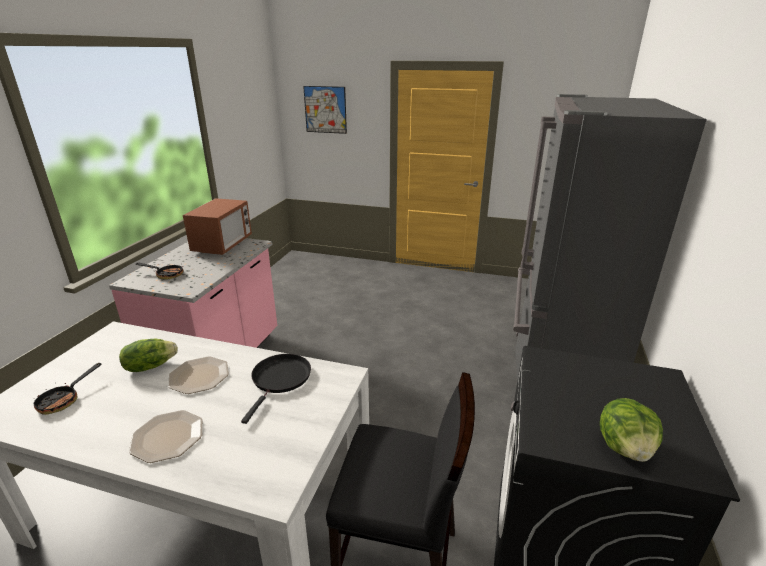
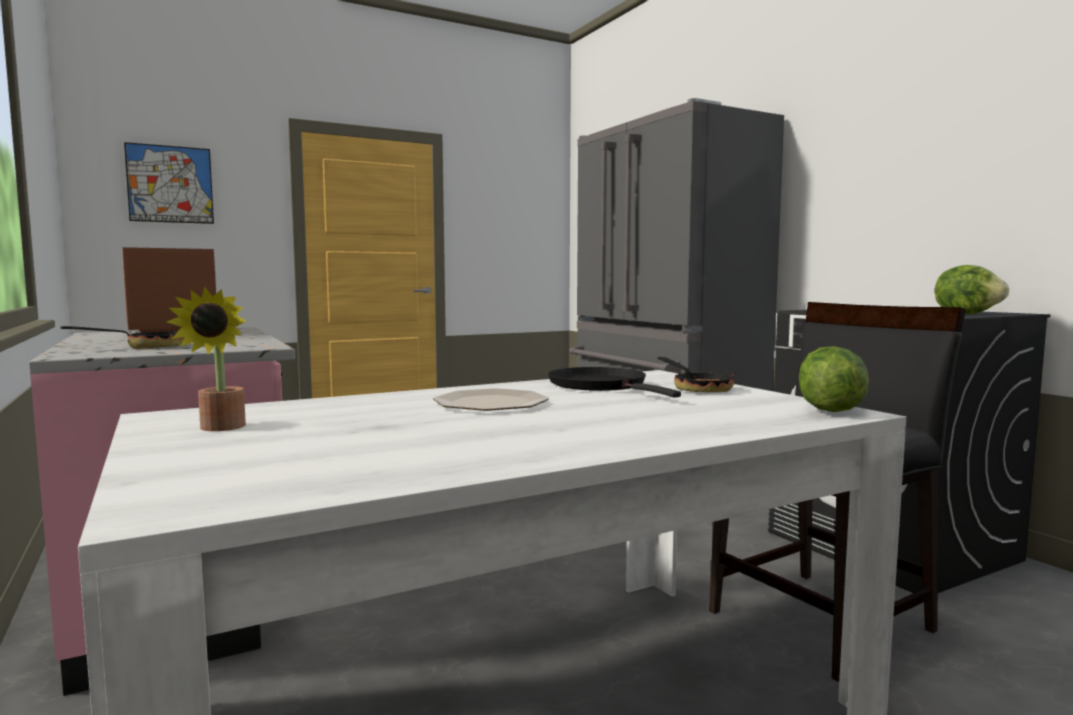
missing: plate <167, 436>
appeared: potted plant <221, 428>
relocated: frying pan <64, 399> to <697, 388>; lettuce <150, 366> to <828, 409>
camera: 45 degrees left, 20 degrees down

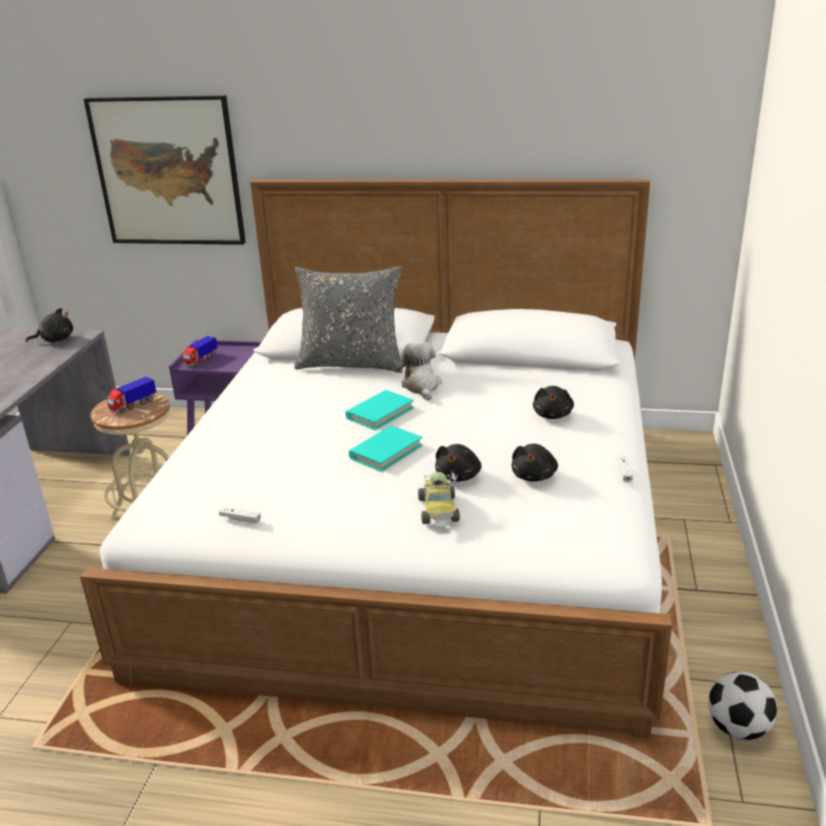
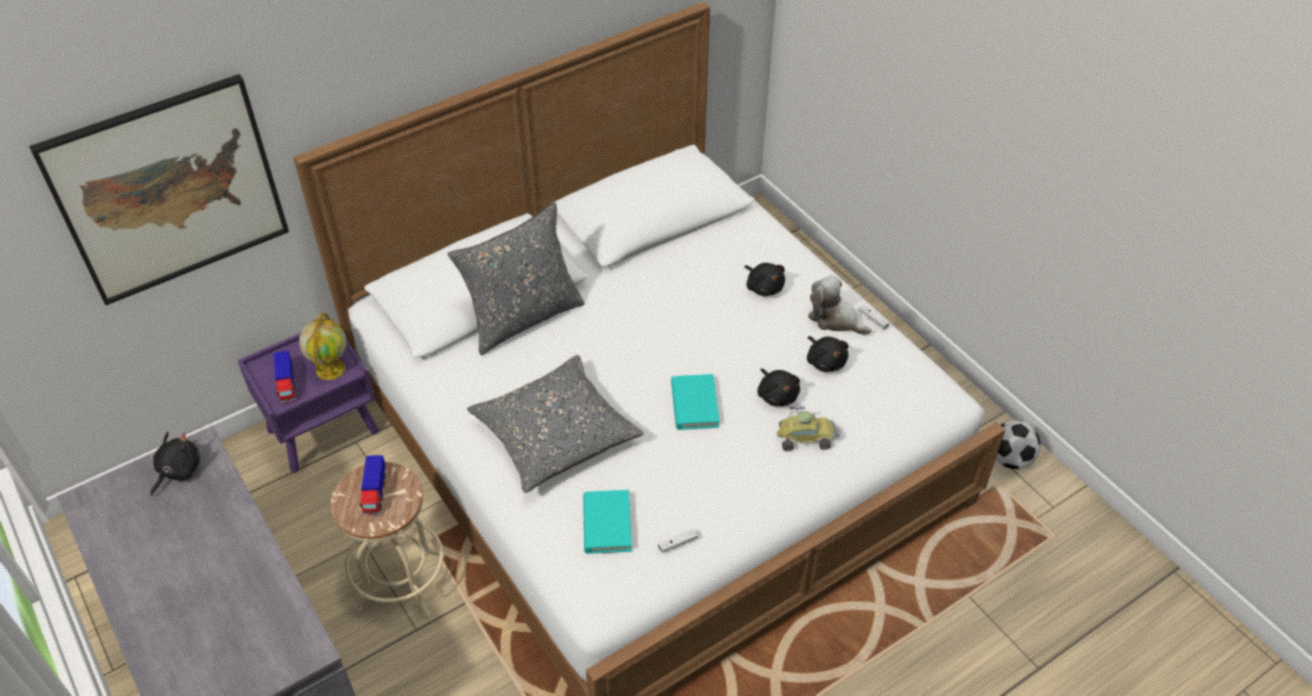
appeared: globe <330, 368>; grey pillow <554, 435>
relocated: turquoise book <380, 413> to <607, 524>; plush toy <421, 386> to <835, 319>
spun: toy car <440, 510> = <805, 437> 45 degrees counterclockwise
camera: 45 degrees left, 20 degrees up

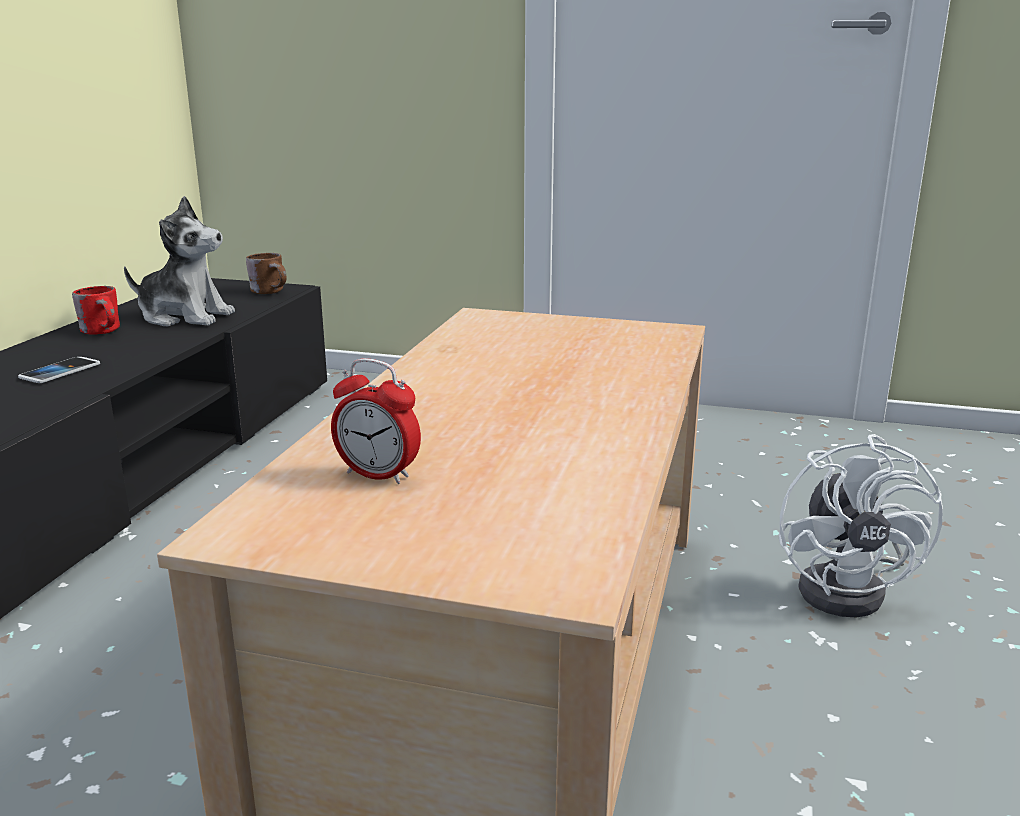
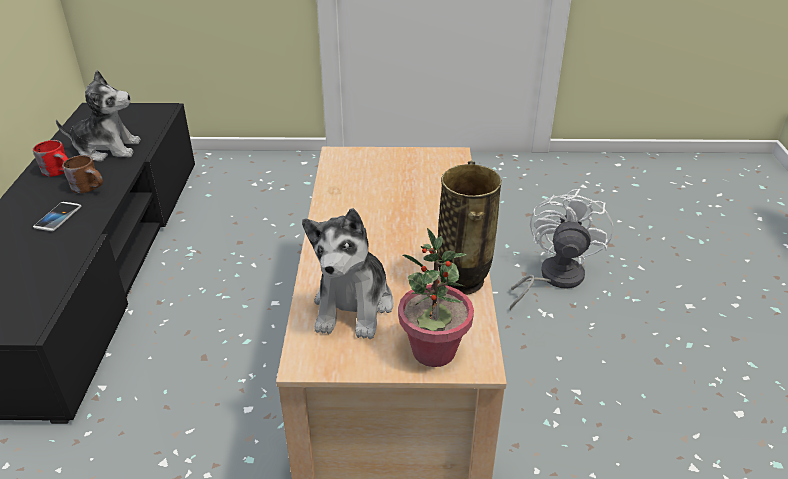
appeared: potted plant <433, 351>; vase <462, 281>
relocated: brown mug <273, 291> to <91, 187>
exchanged: alarm clock <378, 475> to plush toy <354, 306>
spun: white fan <851, 589> = <553, 278> 150 degrees counterclockwise
camera: 15 degrees left, 15 degrees up

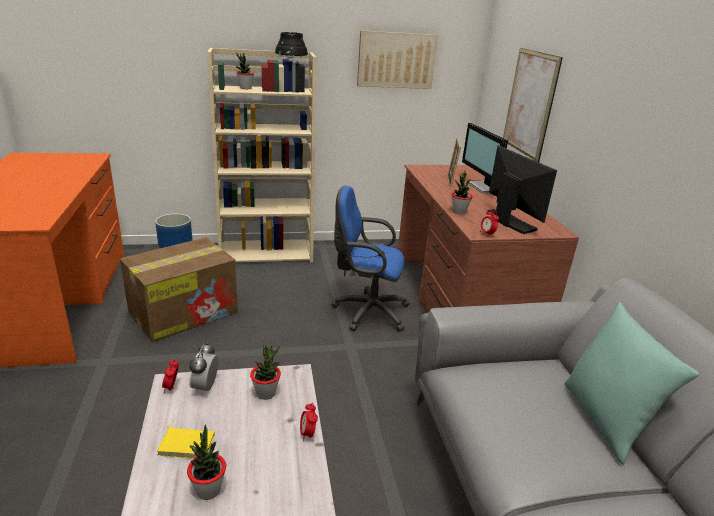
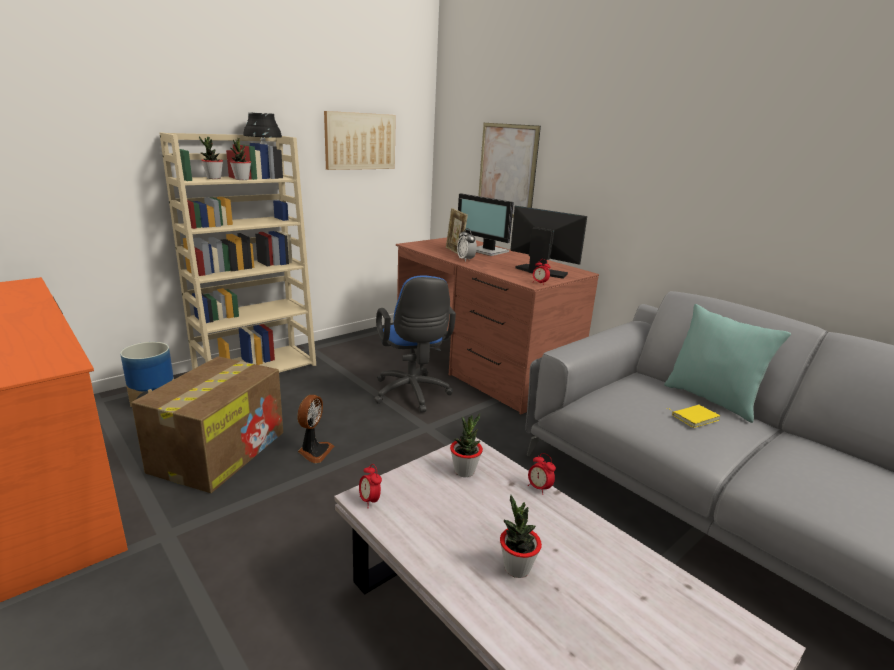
appeared: fan <314, 451>
relocated: potted plant <459, 212> to <242, 179>; alarm clock <205, 387> to <465, 259>; yellow book <187, 444> to <694, 417>
spun: blue office chair <367, 312> = <412, 395> 90 degrees counterclockwise
camera: 30 degrees left, 5 degrees down

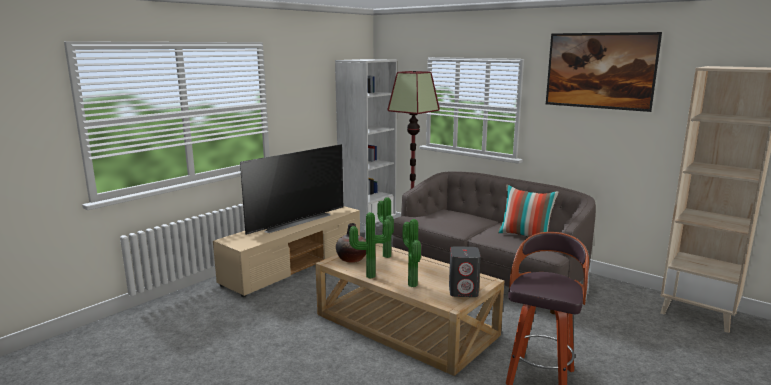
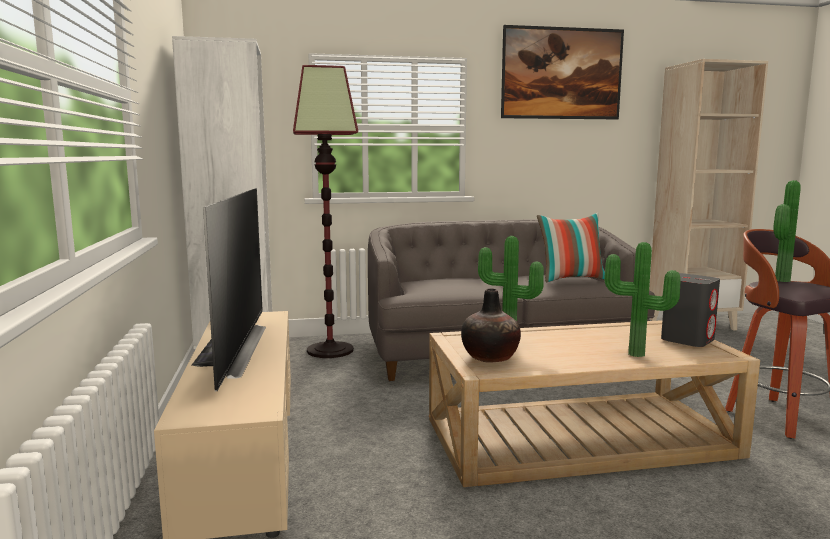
relocated: potted plant <370, 275> to <779, 280>
camera: 50 degrees left, 5 degrees down

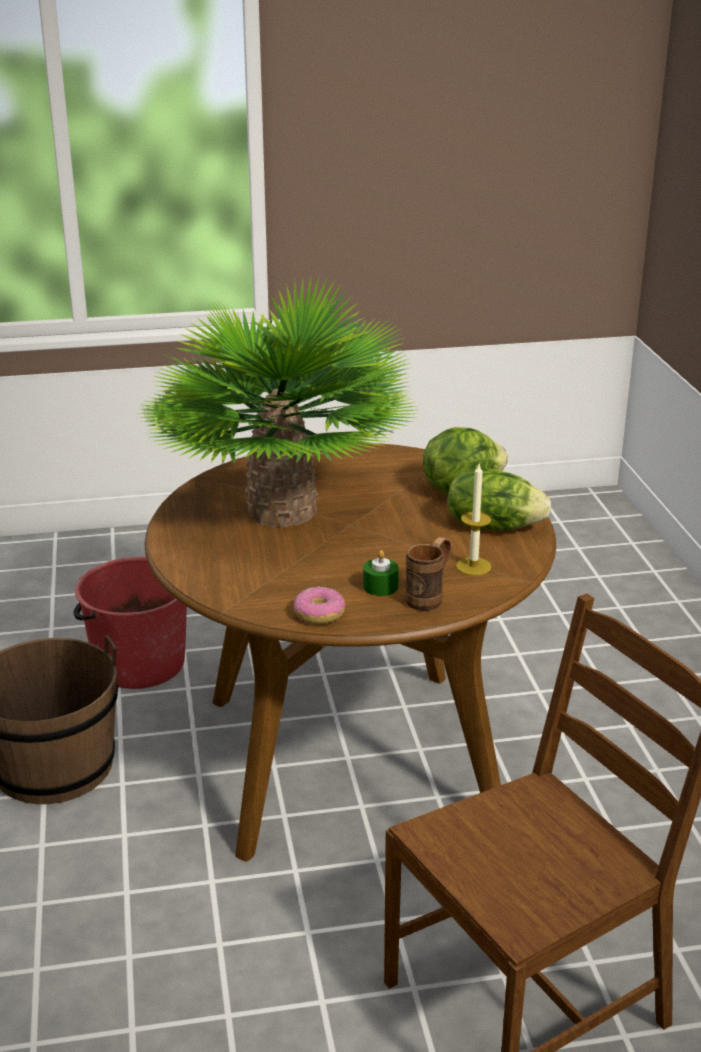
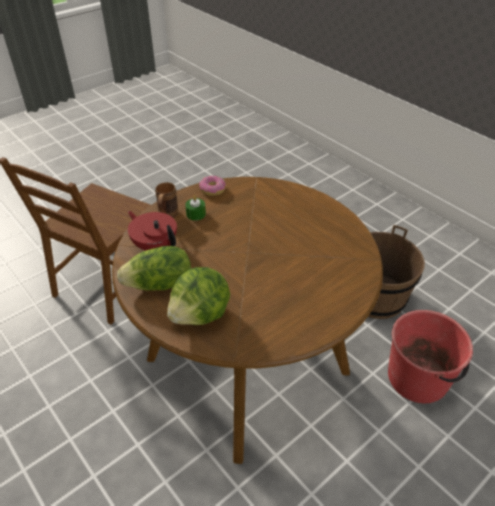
missing: potted plant <281, 510>
exchanged: candle <473, 566> to red teapot <155, 245>
camera: 150 degrees right, 15 degrees up

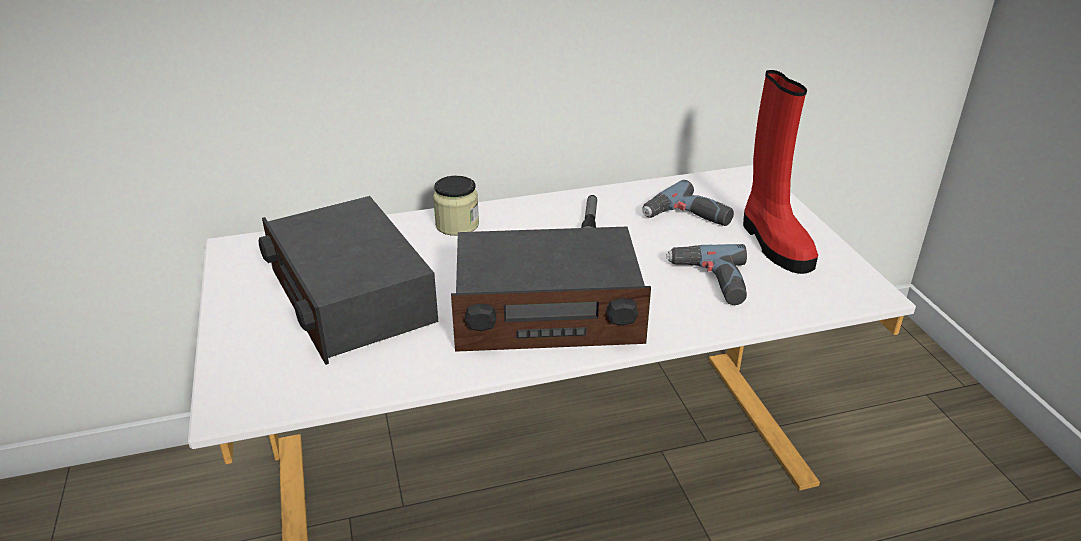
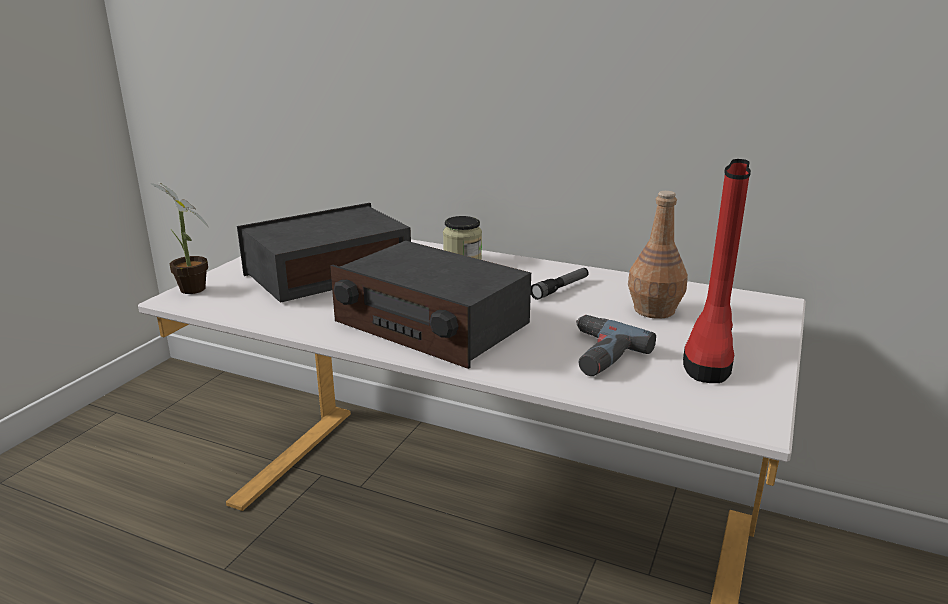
appeared: potted plant <192, 291>
exchanged: power drill <687, 218> to brown bottle <655, 310>
spun: radio <350, 297> = <328, 273> 45 degrees clockwise
camera: 40 degrees right, 10 degrees down

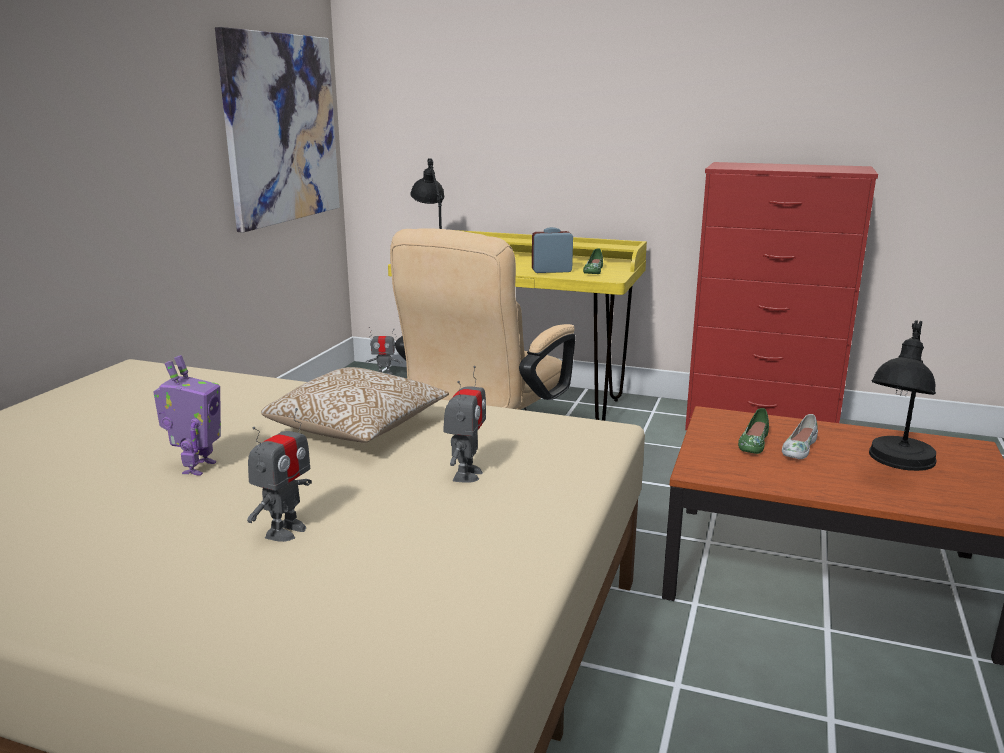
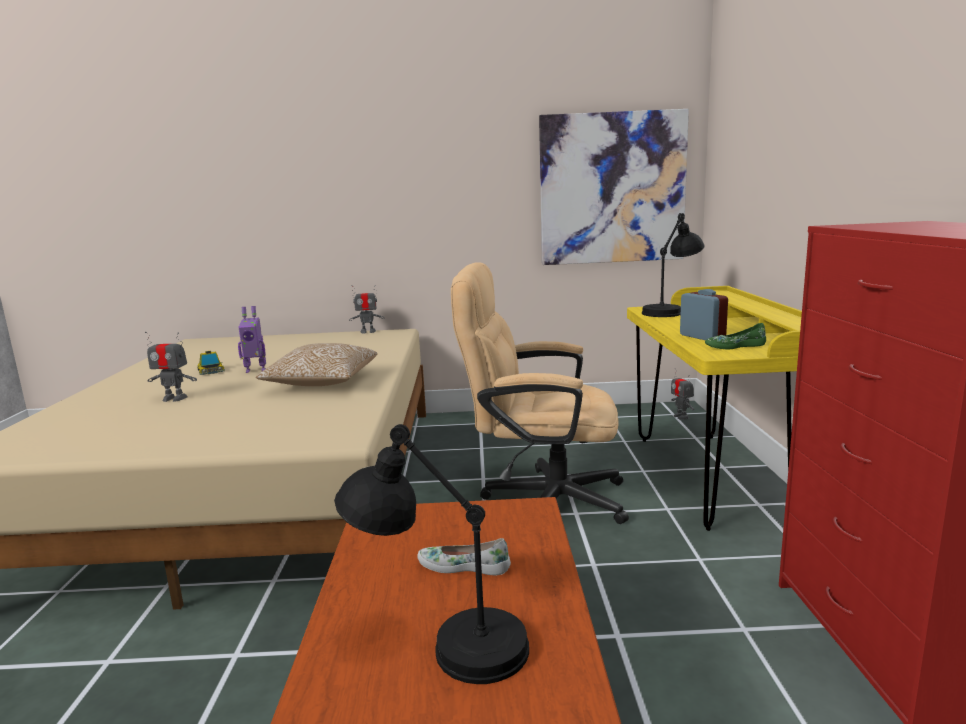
missing: green shoe <753, 443>
appeared: toy car <211, 370>
relocated: toy robot <466, 474> to <368, 332>
camera: 70 degrees right, 5 degrees down

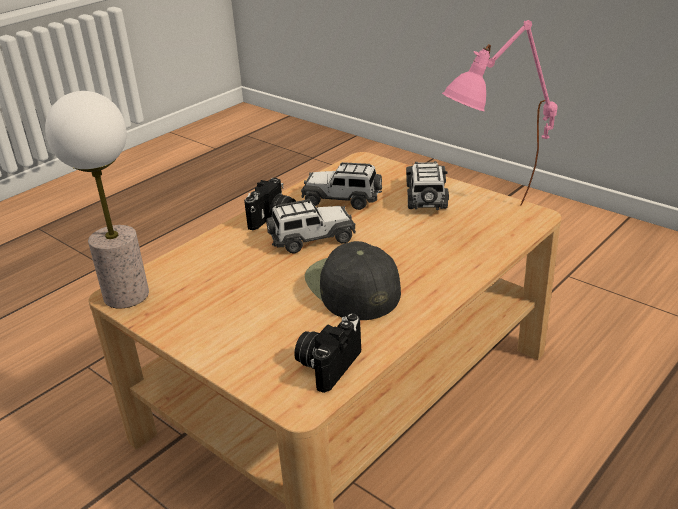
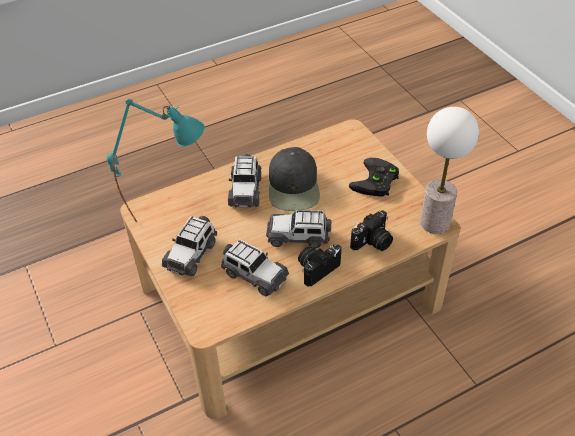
appeared: toy car <245, 190>; black game controller <376, 182>
relocated: photo camera <328, 364> to <373, 242>
colour: pink table lamp <495, 222> to turquoise table lamp <169, 211>
camera: 160 degrees left, 15 degrees up

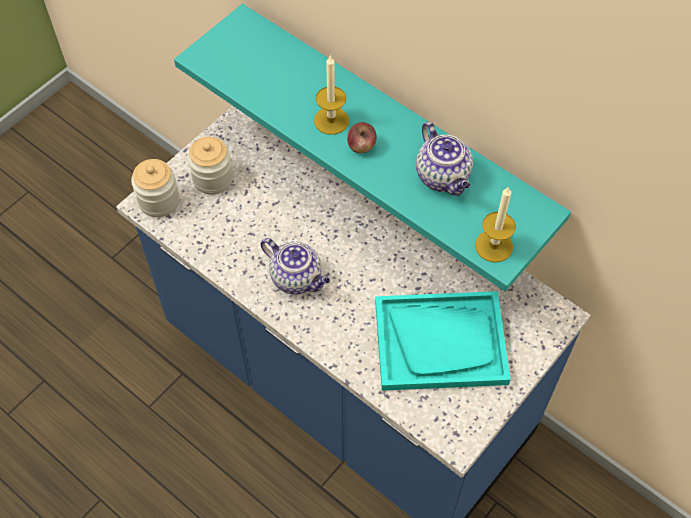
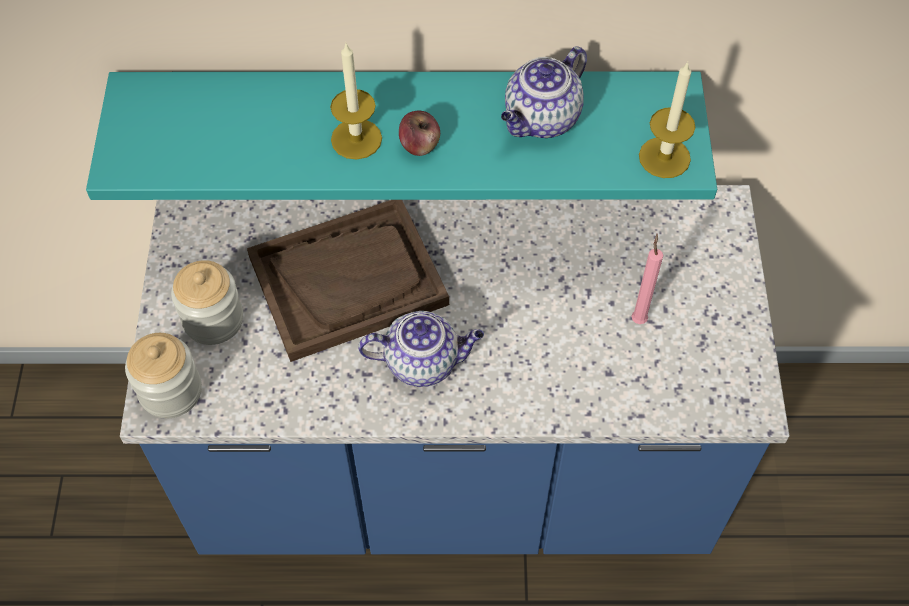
appeared: brown tray <348, 280>
exchanged: turquoise tray <440, 342> to pink candle <638, 318>
spun: teapot <443, 177> = <541, 120> 105 degrees clockwise
camera: 40 degrees left, 0 degrees up

